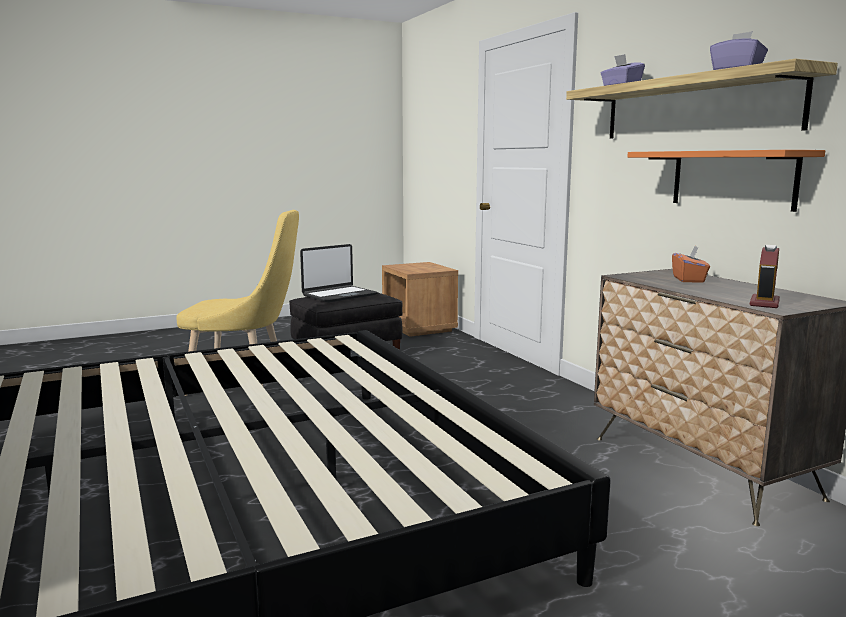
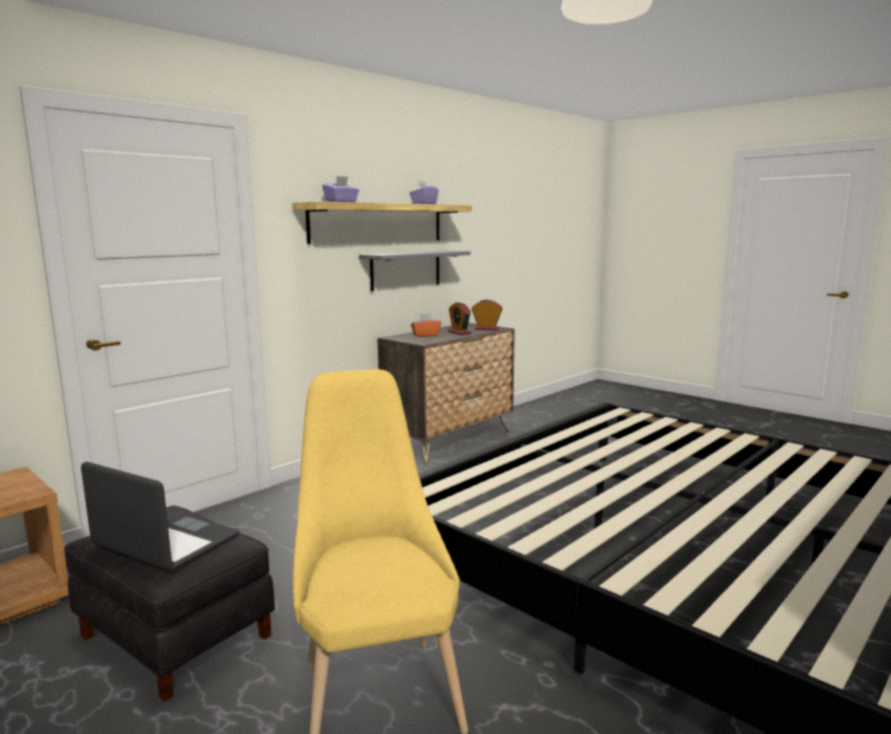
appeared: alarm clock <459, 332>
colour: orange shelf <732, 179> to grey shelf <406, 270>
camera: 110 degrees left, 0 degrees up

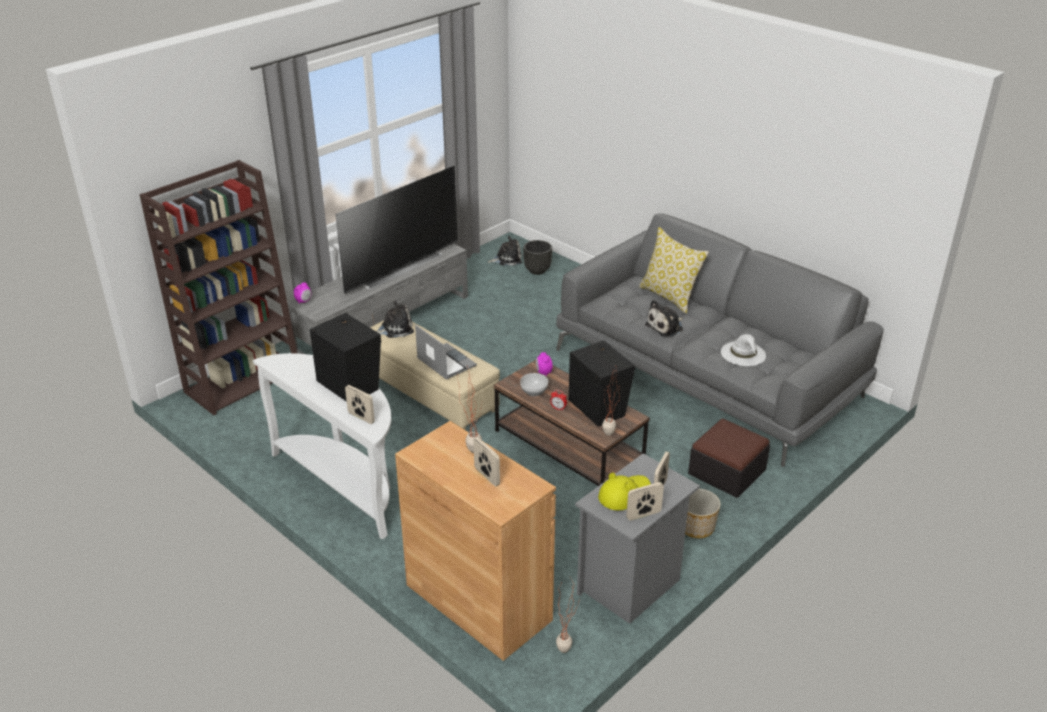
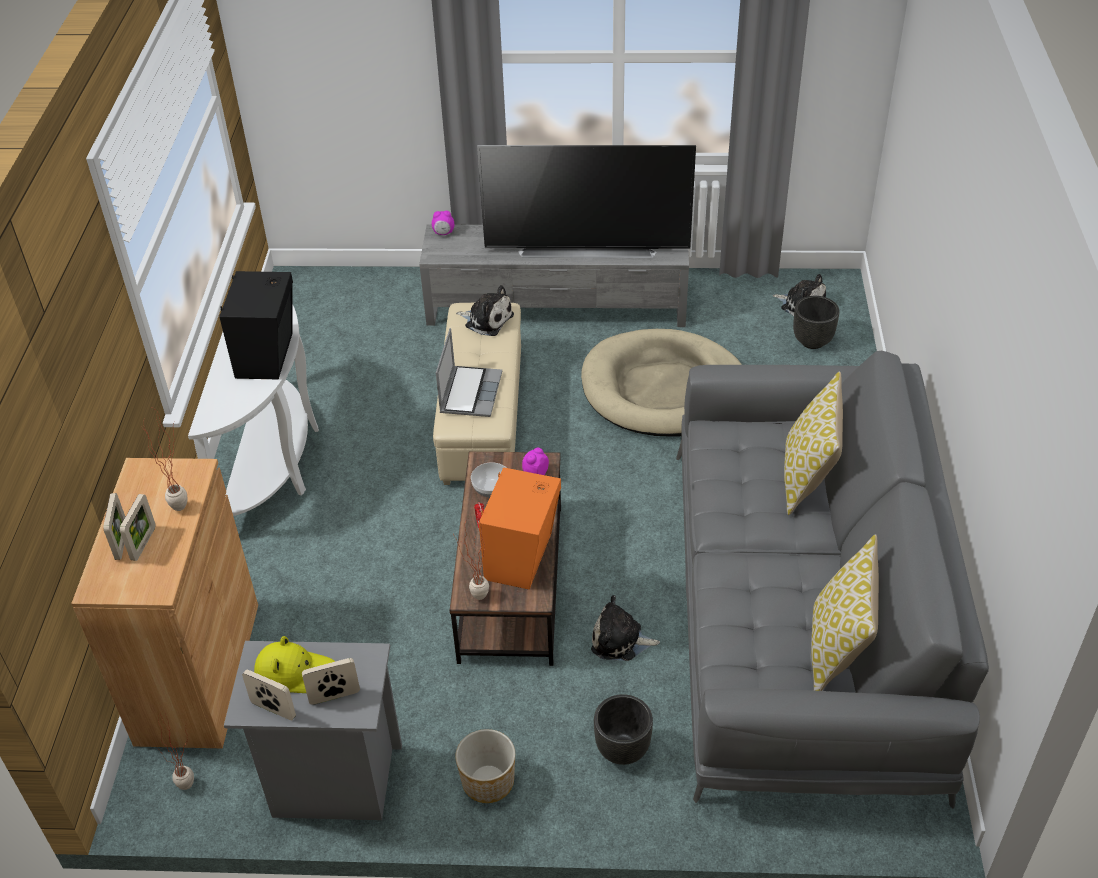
missing: brown bookcase <243, 381>; white hat <743, 354>
appeared: beige dog bed <663, 389>; pillow <837, 650>
relocated: picture frame <361, 418> to <122, 543>; plush toy <666, 327> to <620, 641>
exchanged: ottoman <727, 472> to black planter <622, 750>
colour: black speaker <598, 406> to orange speaker <523, 556>
camera: 50 degrees right, 10 degrees up

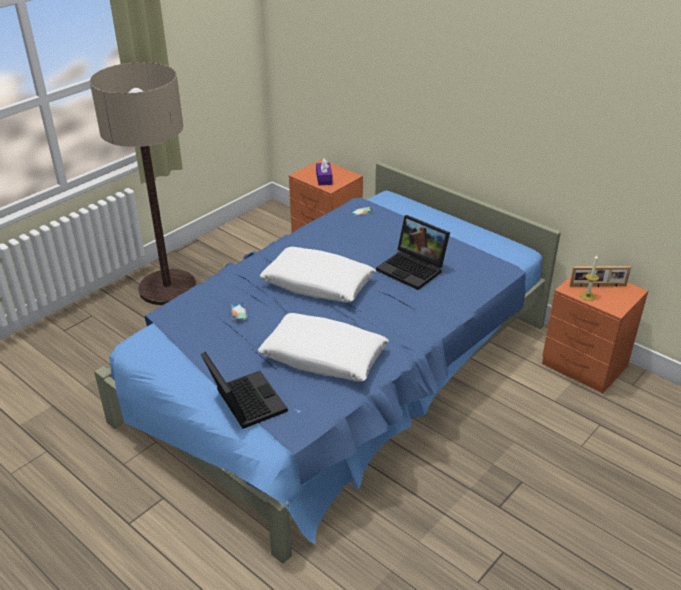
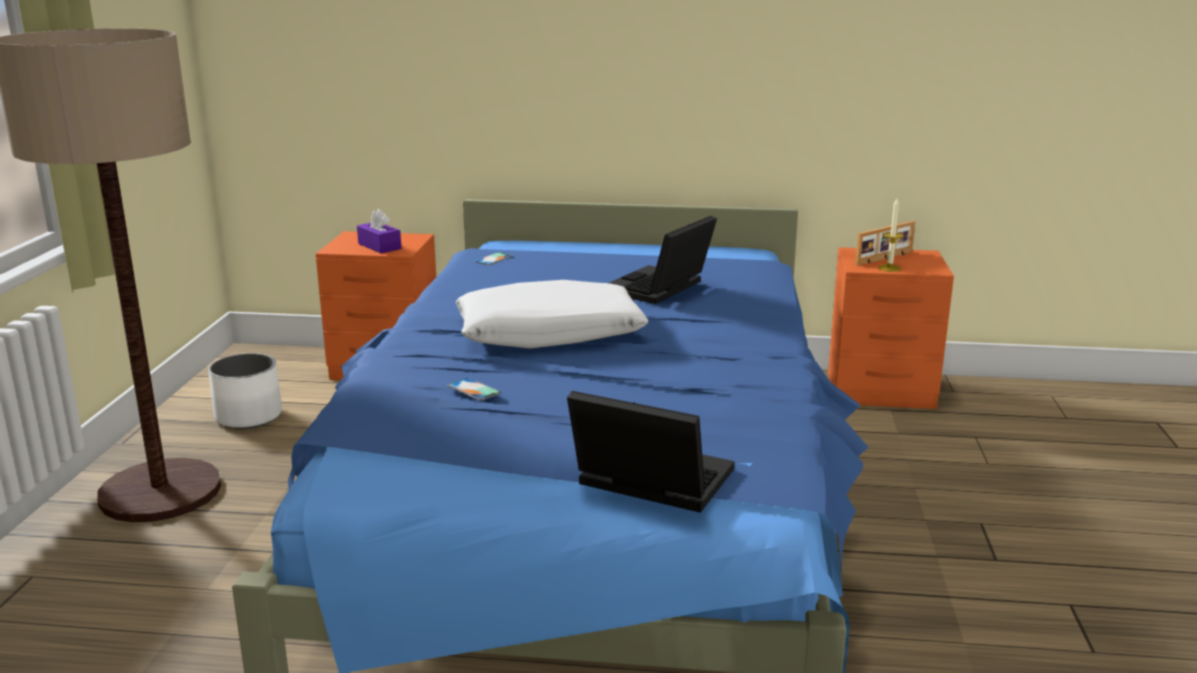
missing: white pillow <323, 357>
appeared: white planter <249, 417>
spun: laptop <413, 269> = <659, 289> 120 degrees clockwise
camera: 35 degrees left, 15 degrees down

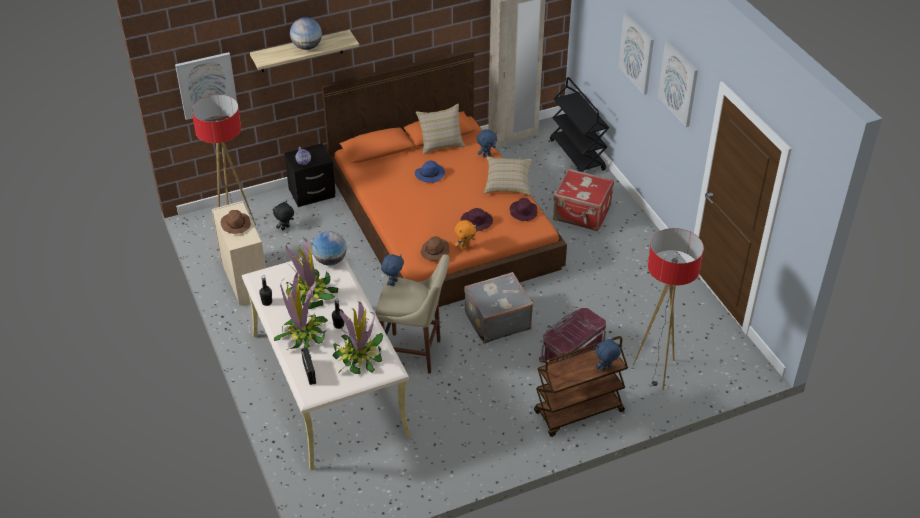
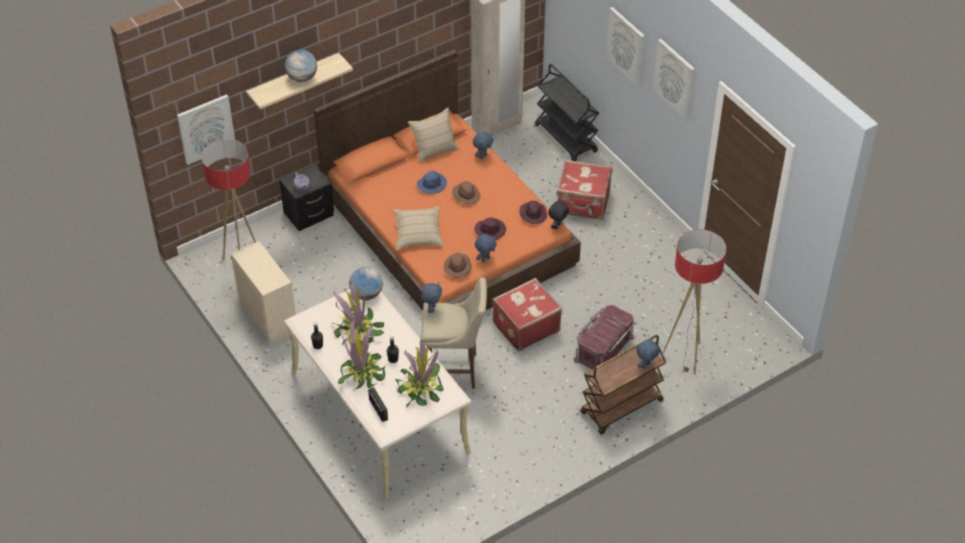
relocated: beige pillow <507, 183> to <418, 235>; brown hat <235, 224> to <466, 195>; black plush toy <285, 228> to <558, 226>
colour: orange plush toy <465, 247> to blue plush toy <485, 259>; grey suitcase <496, 320> to red suitcase <525, 326>
camera: 10 degrees left, 5 degrees up

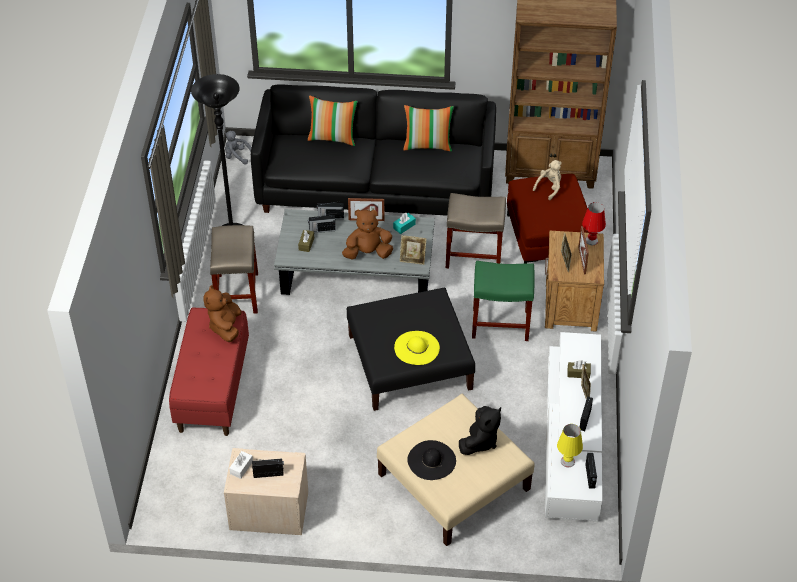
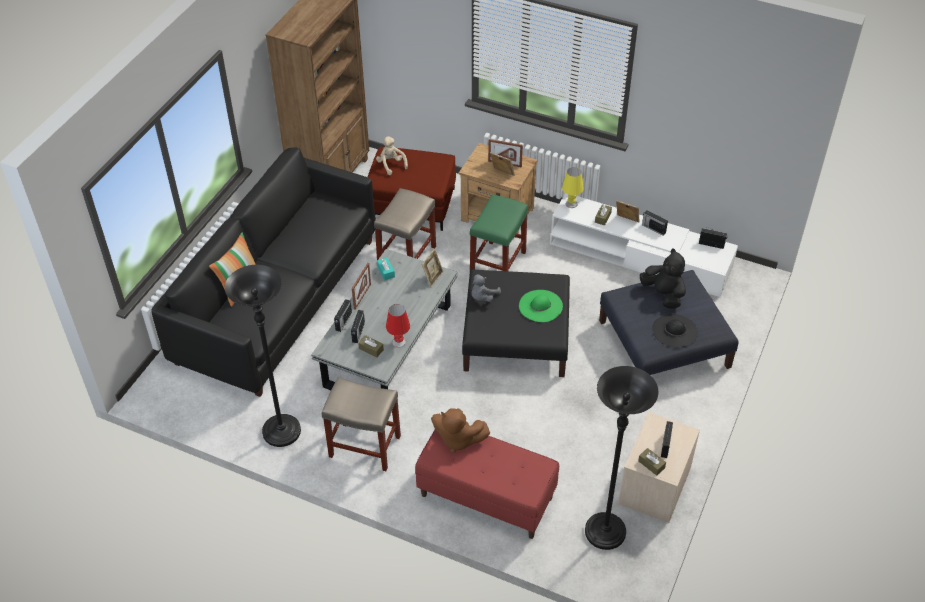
missing: brown plush toy <368, 253>; pillow <428, 145>
appeared: black floor lamp <605, 532>
relocated: red table lamp <591, 240> to <399, 342>; grey plush toy <237, 156> to <483, 297>; yellow table lamp <567, 461> to <571, 203>
colour: yellow hat <416, 348> to green hat <540, 306>; beige ottoman <453, 482> to blue ottoman <663, 345>; white tissue box <241, 467> to brown tissue box <651, 464>
camera: 70 degrees left, 0 degrees up

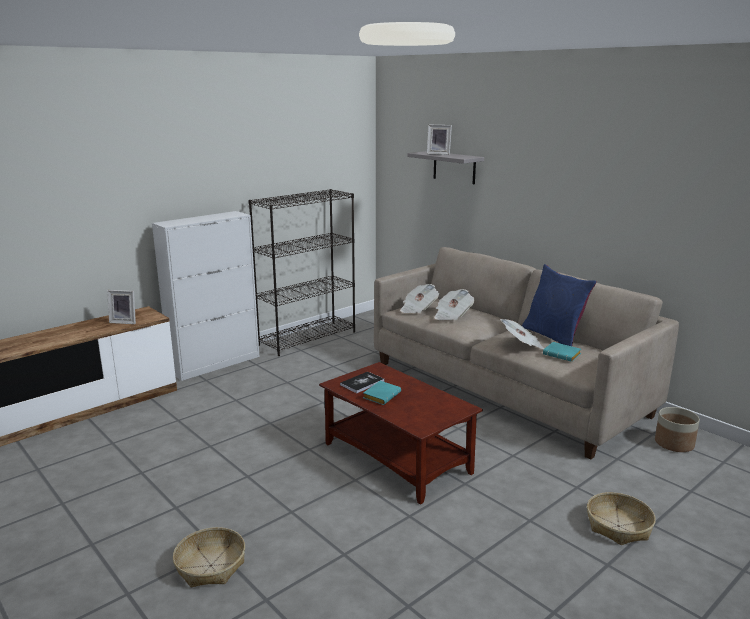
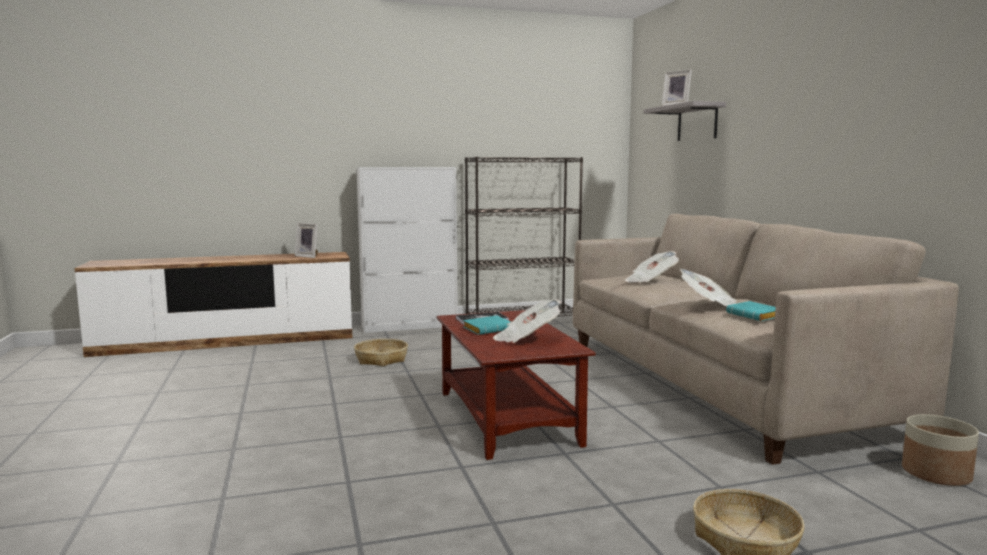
missing: blue pillow <553, 336>
relocated: basket <210, 565> to <381, 359>; newspaper <418, 309> to <527, 339>
camera: 25 degrees right, 10 degrees down

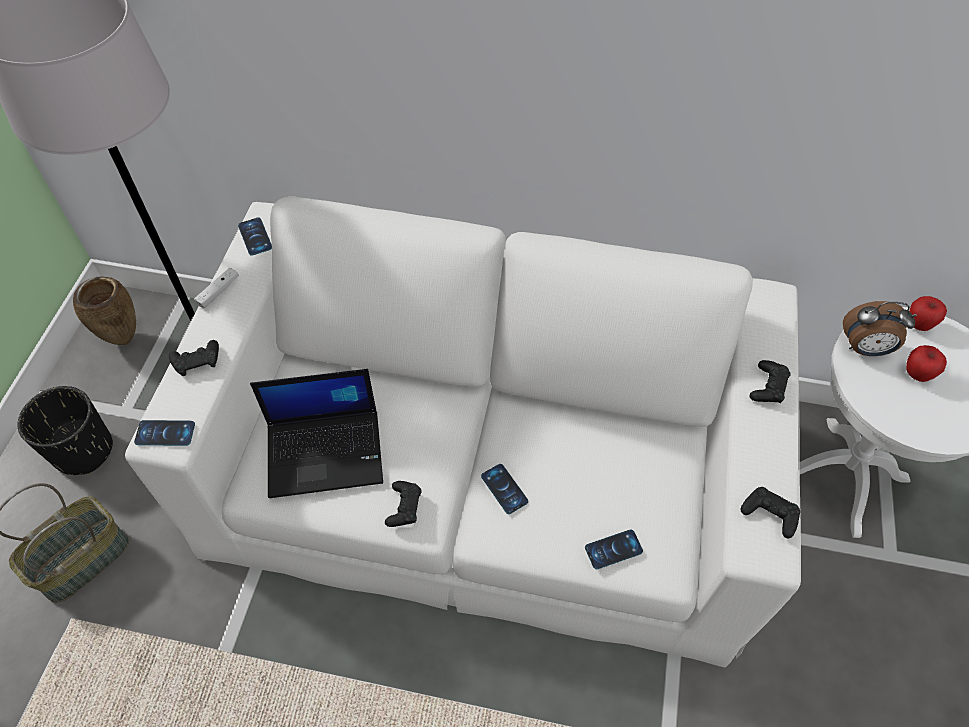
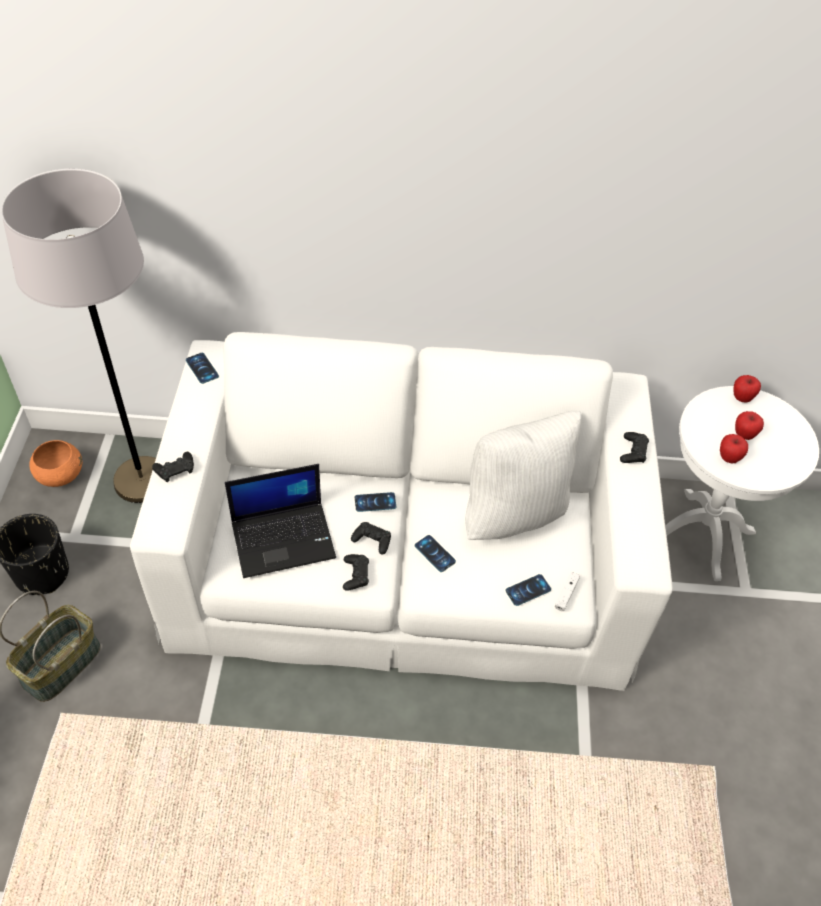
missing: alarm clock <864, 348>
appeared: white pillow <514, 513>; apple <728, 458>
relocated: black game controller <769, 514> to <372, 540>; phone <165, 433> to <375, 502>; white game controller <218, 291> to <566, 594>
exchanged: brown vase <124, 339> to orange bowl <60, 475>
camera: 10 degrees left, 5 degrees down

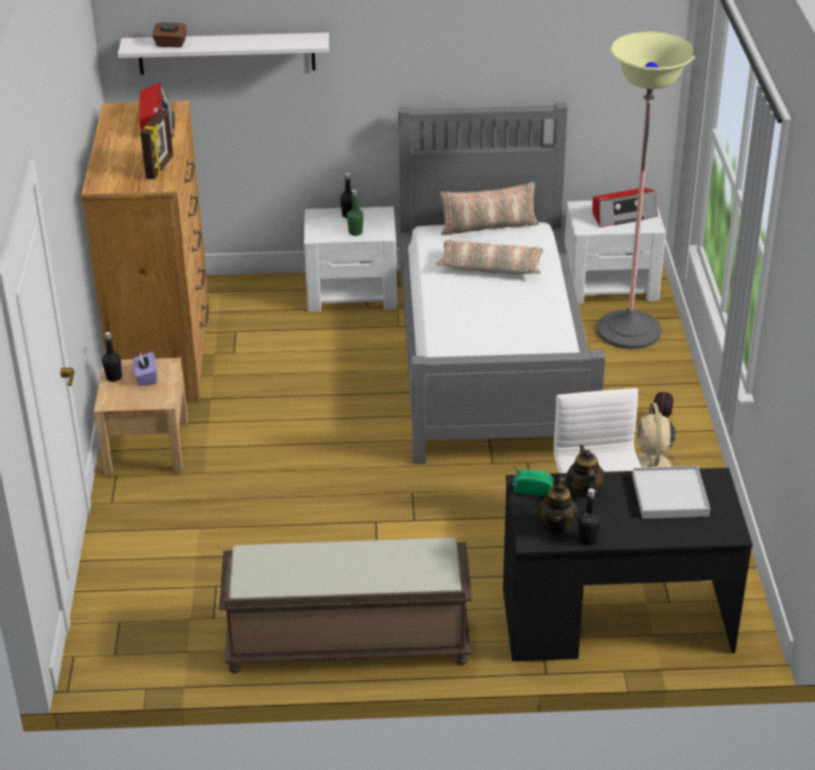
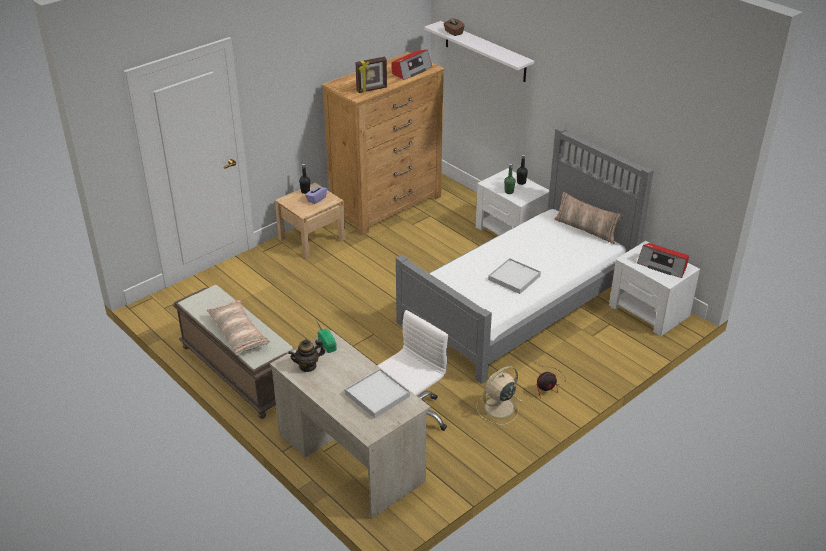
missing: teapot <584, 491>; black bottle <587, 540>; floor lamp <629, 330>
appeared: white tray <514, 278>
relocated: pillow <490, 267> to <238, 333>
colour: black desk <615, 620> to beige desk <350, 457>
camera: 50 degrees right, 0 degrees up

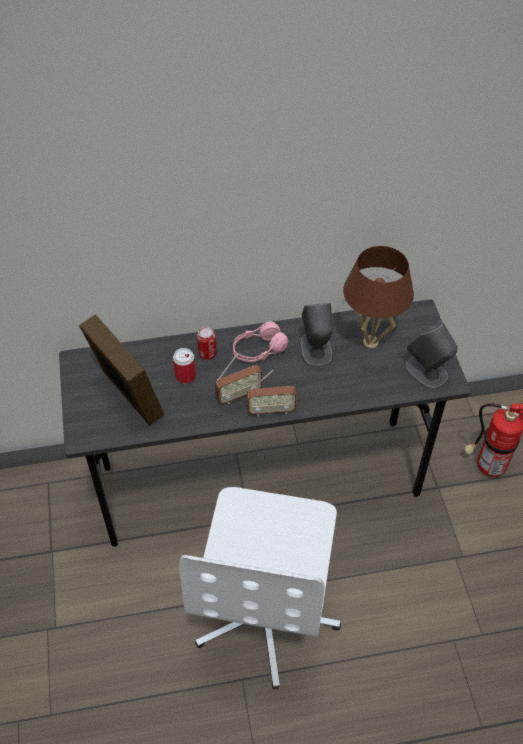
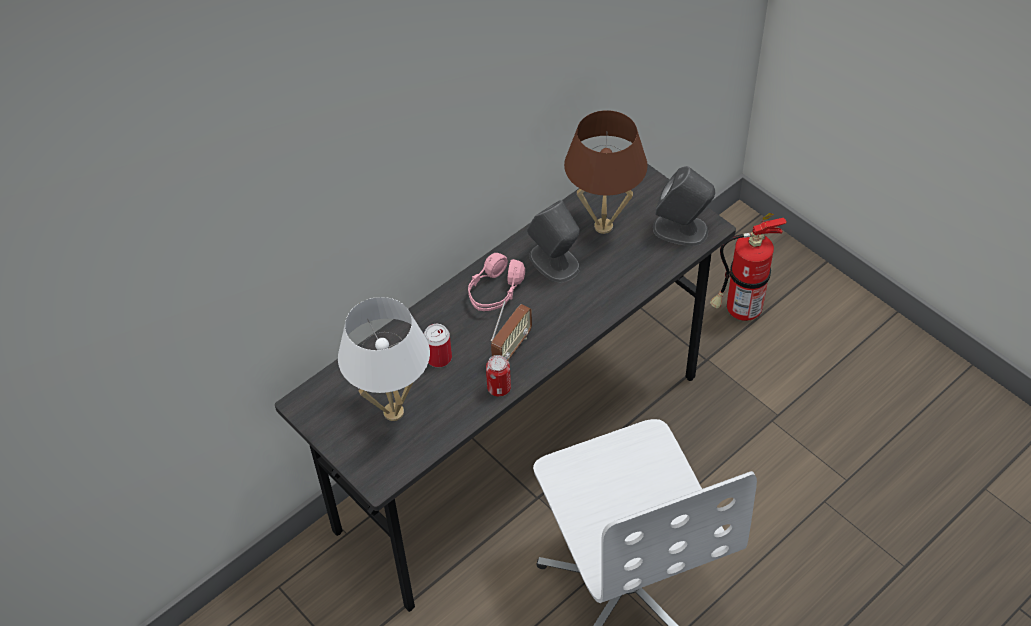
missing: radio <271, 410>
relocated: can <207, 353> to <499, 388>
exchanged: picture frame <127, 397> to white table lamp <394, 412>
camera: 30 degrees left, 0 degrees up

